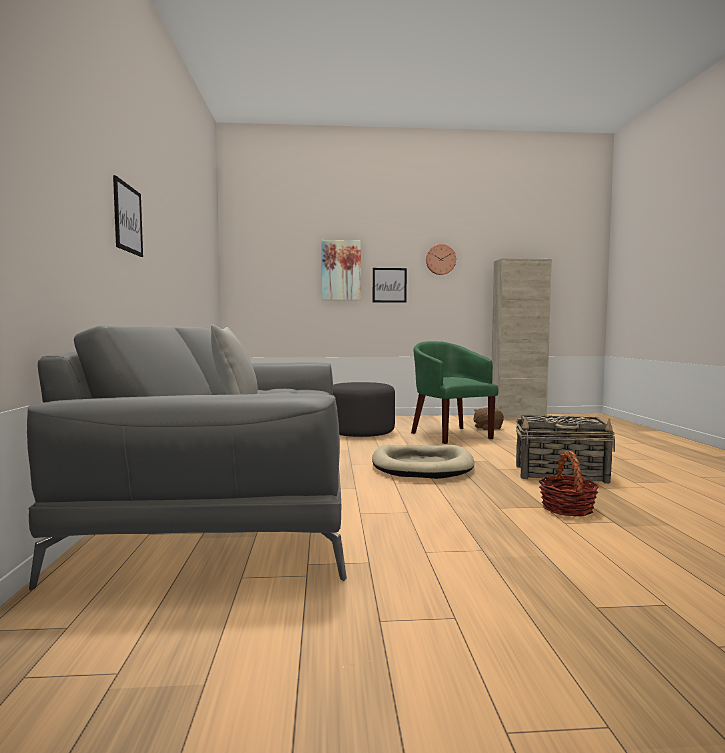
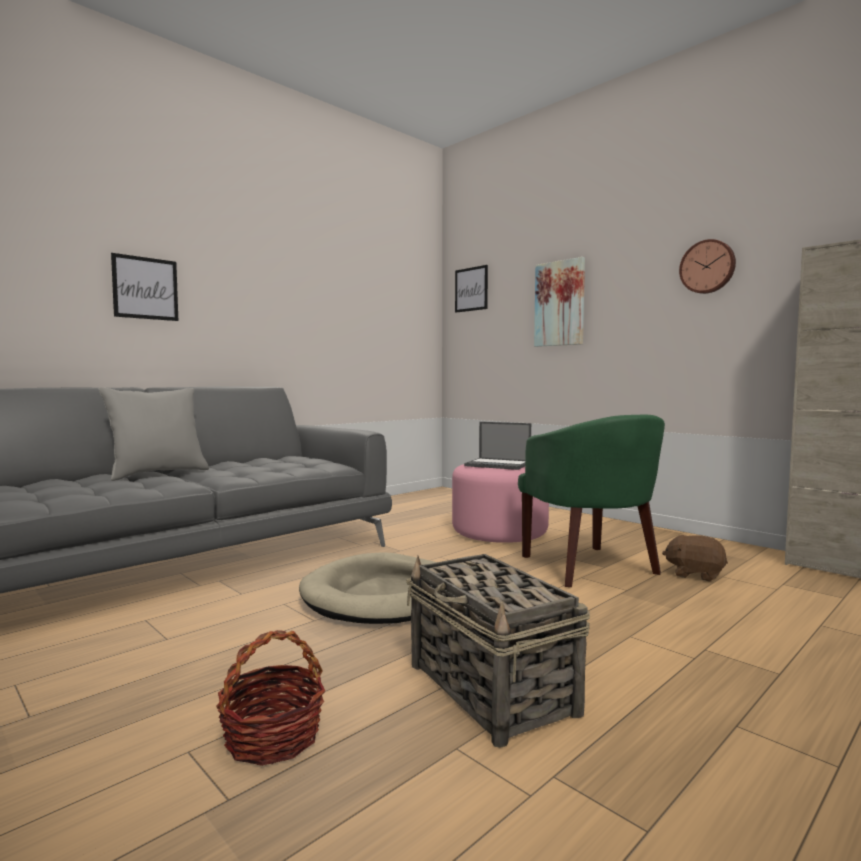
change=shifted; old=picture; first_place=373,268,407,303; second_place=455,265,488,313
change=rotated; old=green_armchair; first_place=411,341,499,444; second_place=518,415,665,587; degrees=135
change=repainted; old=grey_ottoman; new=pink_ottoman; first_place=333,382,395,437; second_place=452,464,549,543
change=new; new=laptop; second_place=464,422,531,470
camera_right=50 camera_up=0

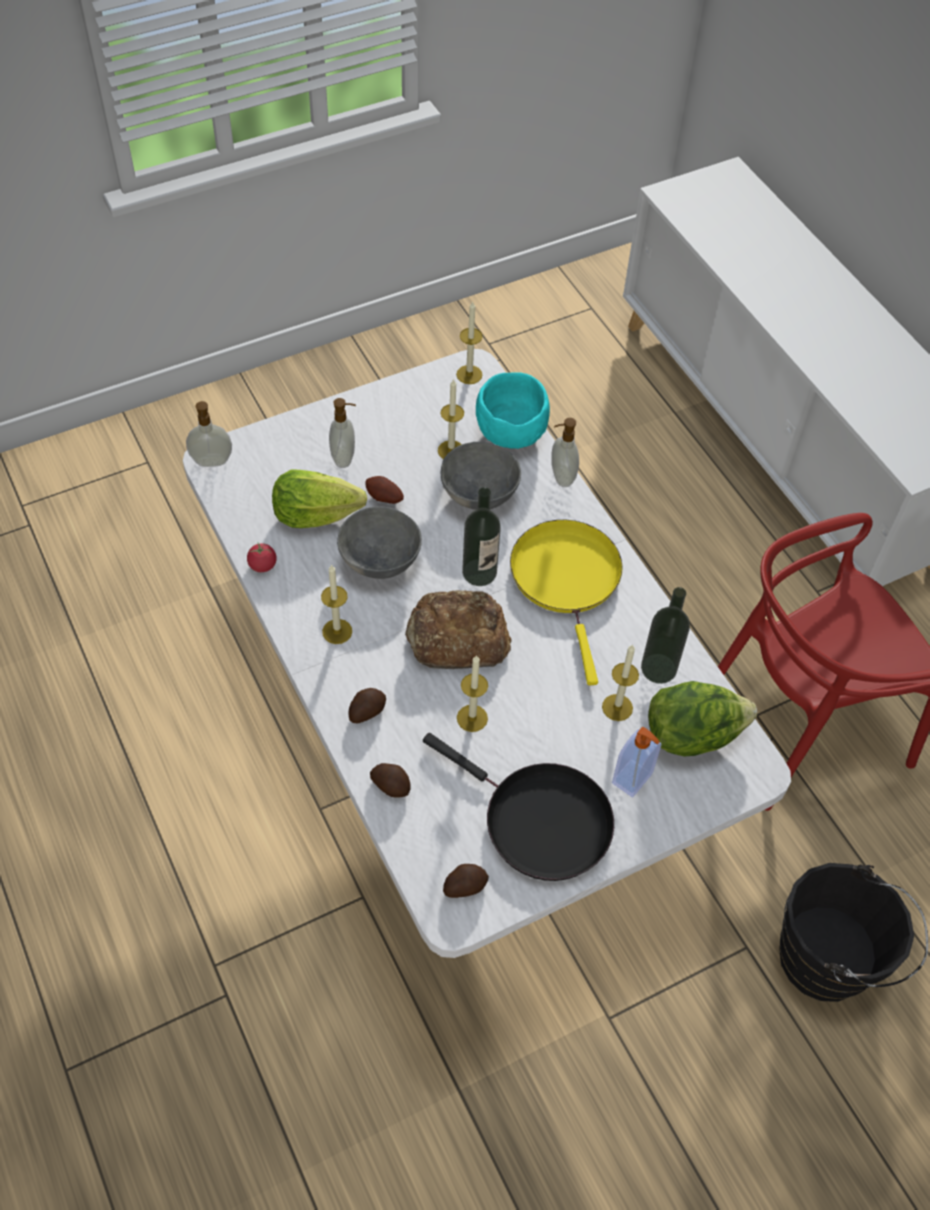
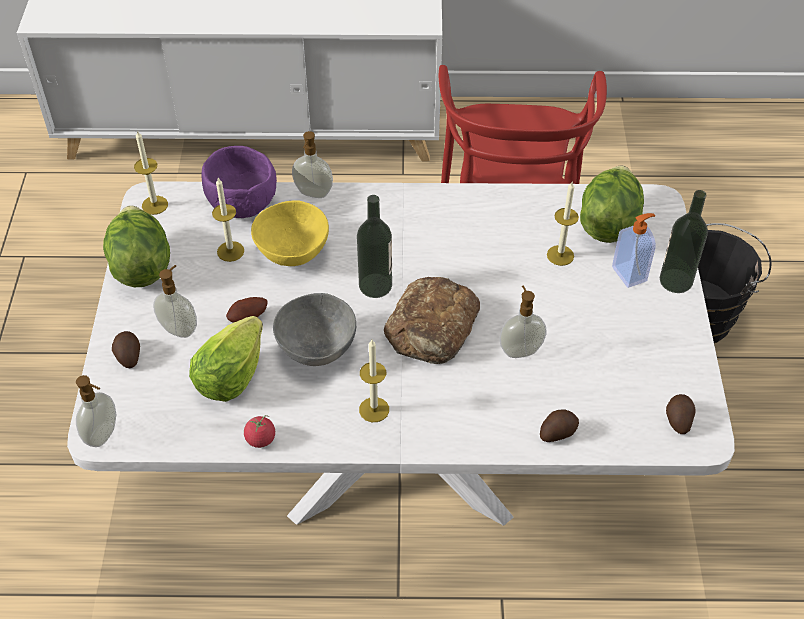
change=repainted; old=turquoise_bowl; new=purple_bowl; first_place=476,373,550,449; second_place=202,146,277,218
change=repainted; old=grey_bowl; new=yellow_bowl; first_place=441,442,521,510; second_place=251,200,329,266
change=gone; old=yellow_frying_pan; first_place=510,520,623,685
change=shifted; old=bottle; first_place=641,587,690,684; second_place=660,190,708,293
change=swapped; old=candle; new=soap_dispenser; first_place=457,655,488,732; second_place=499,285,546,358
change=shifted; old=potato; first_place=349,688,386,724; second_place=112,331,140,368
change=gone; old=black_frying_pan; first_place=423,733,614,881
change=new; new=lettuce; second_place=103,205,170,287
camera_right=-60 camera_up=-5

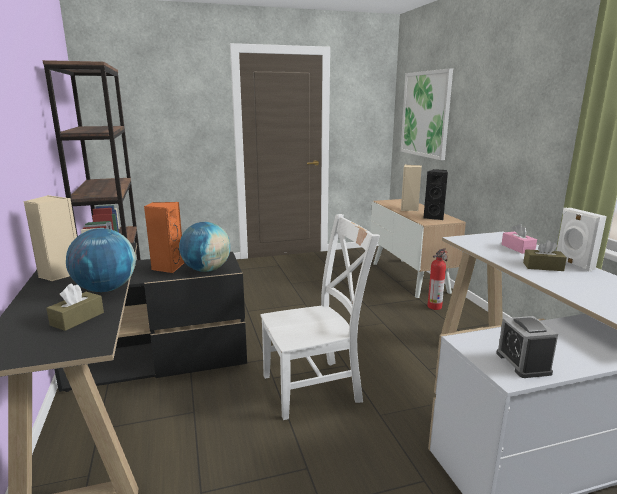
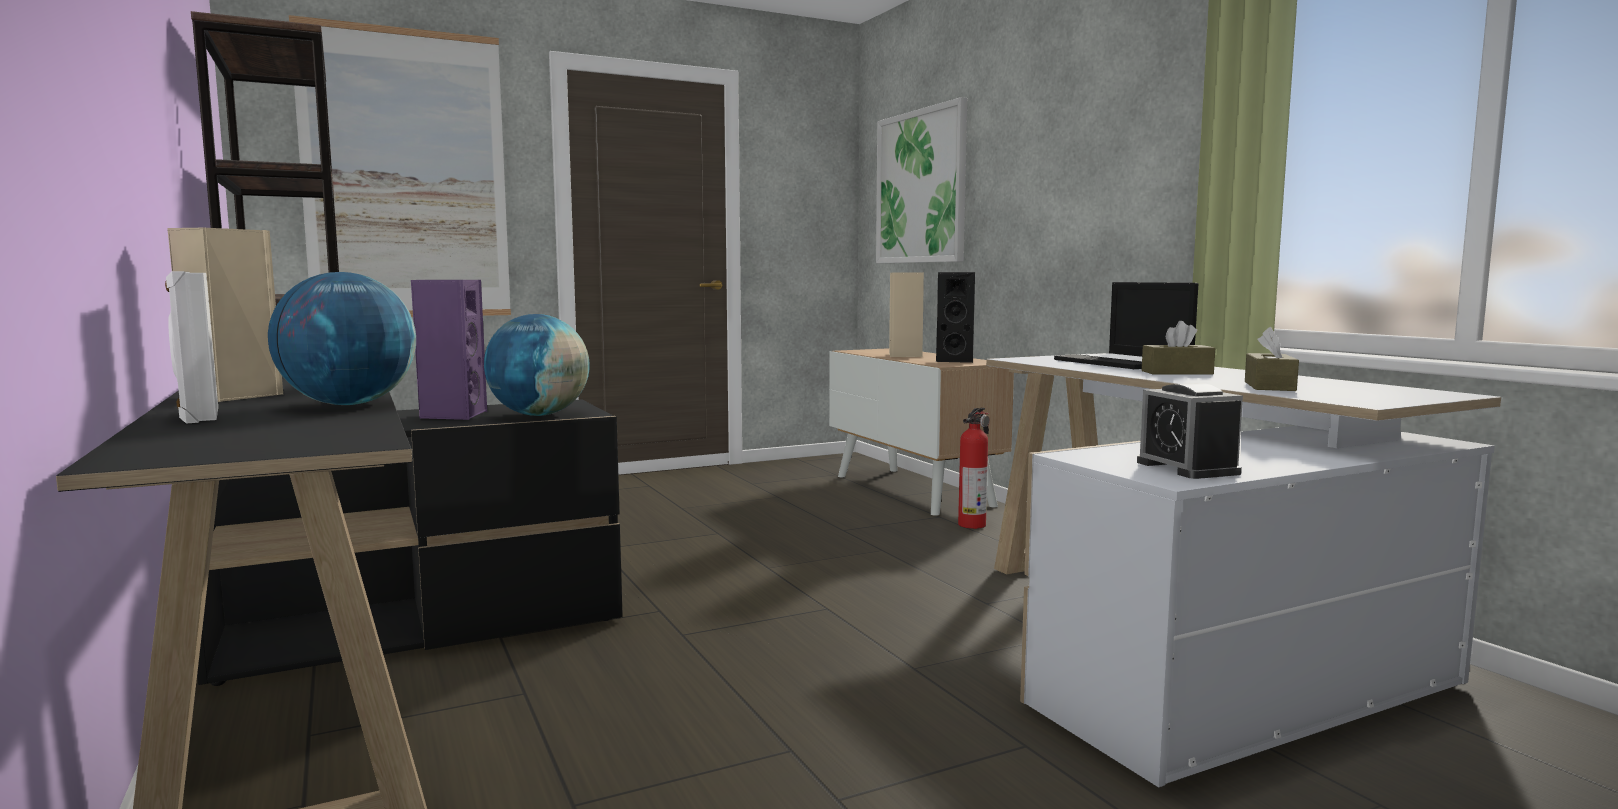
change=repainted; old=orange_speaker; new=purple_speaker; first_place=144,202,184,273; second_place=411,280,487,420
change=shifted; old=white_speaker; first_place=557,208,607,272; second_place=165,271,218,424
change=gone; old=white_chair; first_place=261,214,380,420
change=swapped; old=pink_tissue_box; new=laptop; first_place=501,224,537,254; second_place=1054,282,1198,369
change=shifted; old=brown_tissue_box; first_place=46,283,104,331; second_place=1245,327,1299,391
change=new; new=picture; second_place=289,15,511,317
camera_right=-10 camera_up=-10

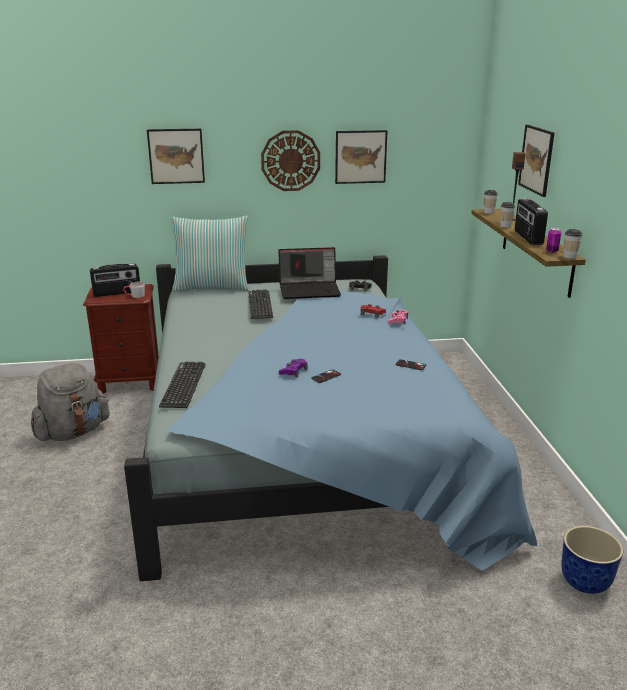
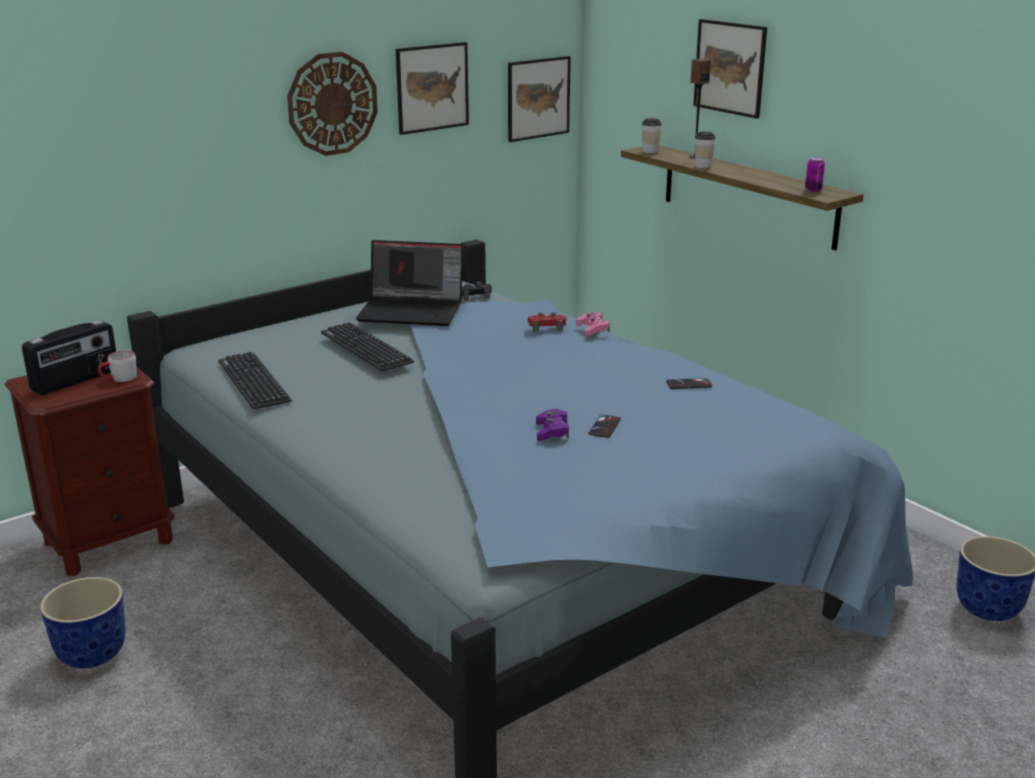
change=shifted; old=picture; first_place=147,129,205,184; second_place=508,56,571,142
change=gone; old=radio; first_place=515,199,548,245
change=gone; old=pillow; first_place=171,216,249,292
change=gone; old=cup; first_place=563,229,582,259
change=rotated; old=laptop; first_place=278,247,341,299; second_place=356,240,463,326; degrees=45
change=shifted; old=keyboard; first_place=159,362,206,408; second_place=218,352,292,409
change=swapped; old=grey_backpack; new=planter; first_place=31,363,110,441; second_place=40,577,126,669
camera_right=-30 camera_up=0

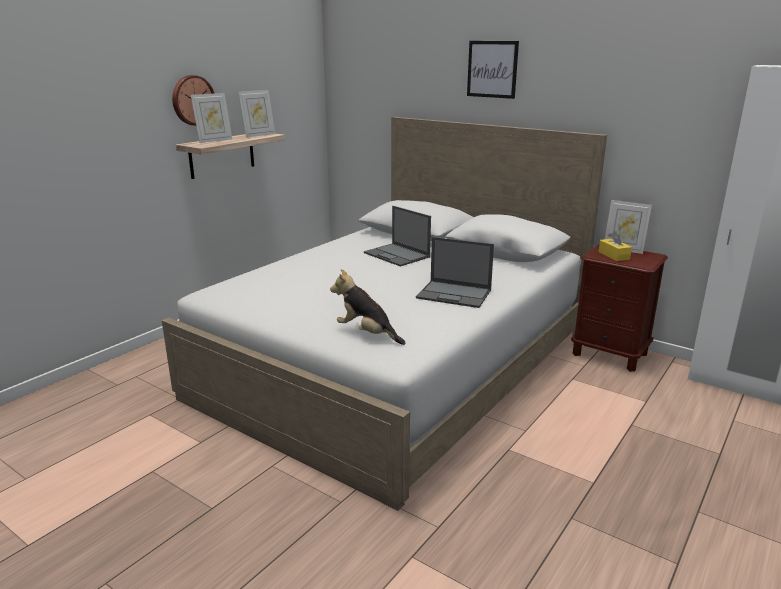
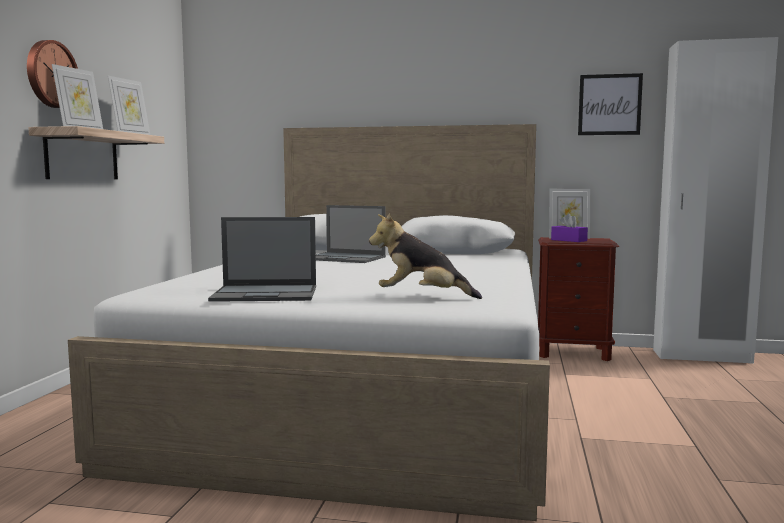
change=shifted; old=picture; first_place=467,41,519,99; second_place=578,73,643,135
change=repainted; old=yellow_tissue_box; new=purple_tissue_box; first_place=599,231,632,261; second_place=551,214,588,242
change=shifted; old=laptop; first_place=416,237,494,308; second_place=208,217,316,302
camera_right=-25 camera_up=-15

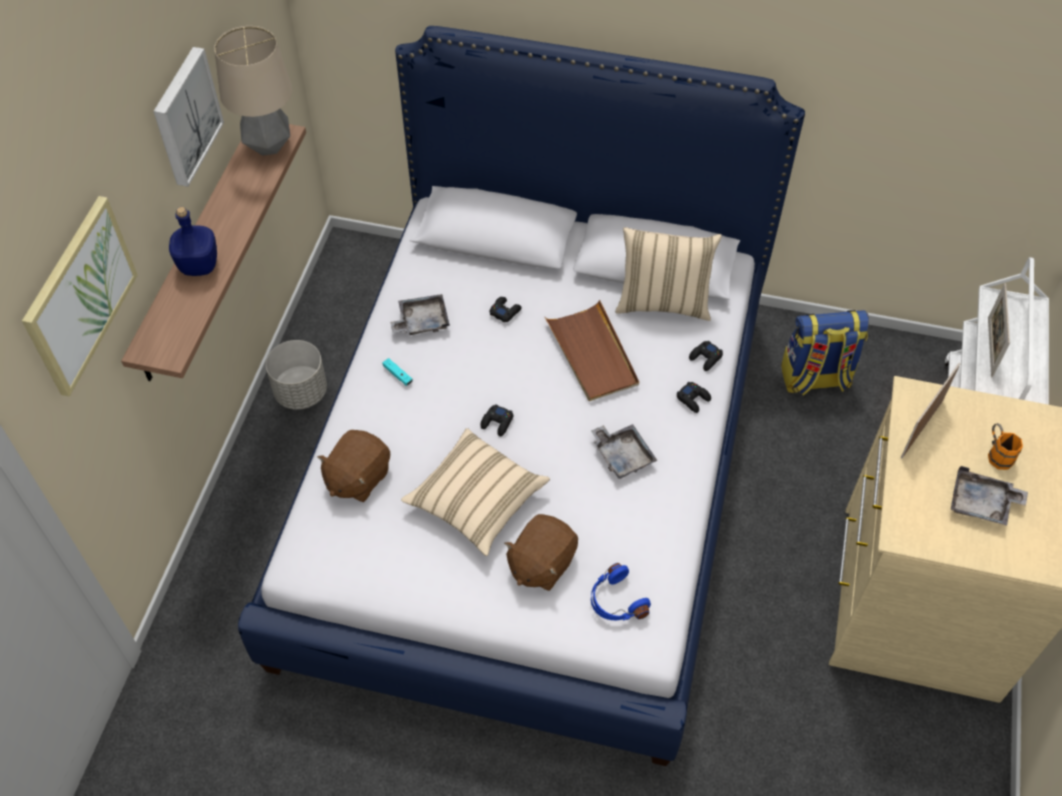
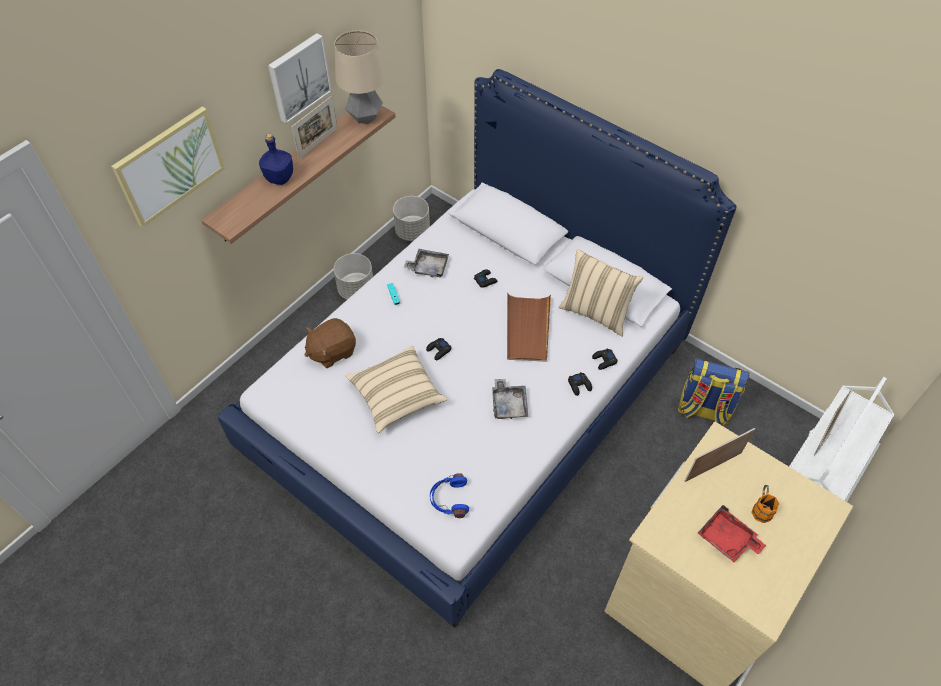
change=repainted; old=grey_tray; new=red_tray; first_place=950,466,1028,525; second_place=698,505,766,563
change=gone; old=brown_plush_toy; first_place=504,514,578,591
change=new; new=picture_frame; second_place=292,96,337,159
change=new; new=grey_planter; second_place=393,196,430,241
camera_right=25 camera_up=0

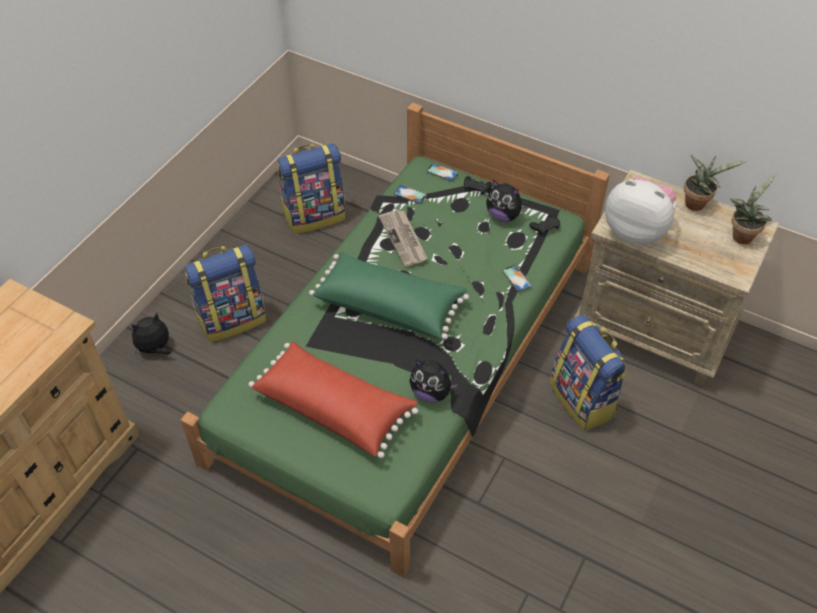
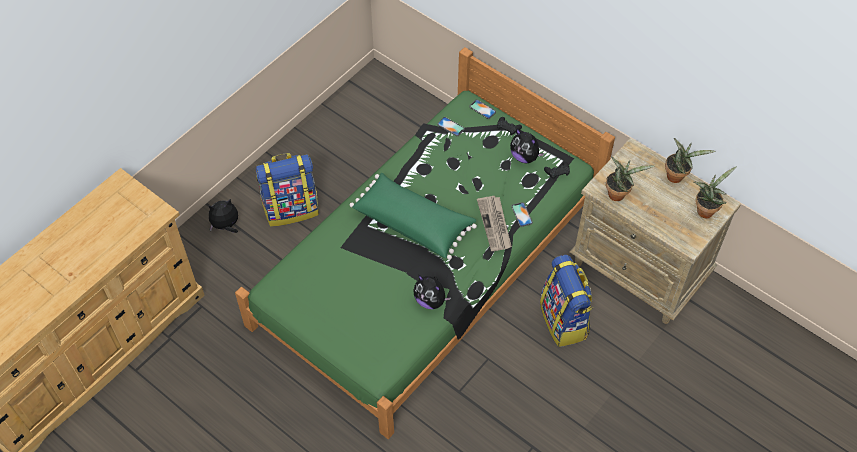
change=gone; old=backpack; first_place=277,143,346,234
change=swapped; old=plush_toy; new=potted_plant; first_place=605,177,677,244; second_place=606,157,655,201
change=shifted; old=newspaper; first_place=379,210,427,267; second_place=477,196,512,251
change=gone; old=red_pillow; first_place=248,341,418,458
camera_right=10 camera_up=5

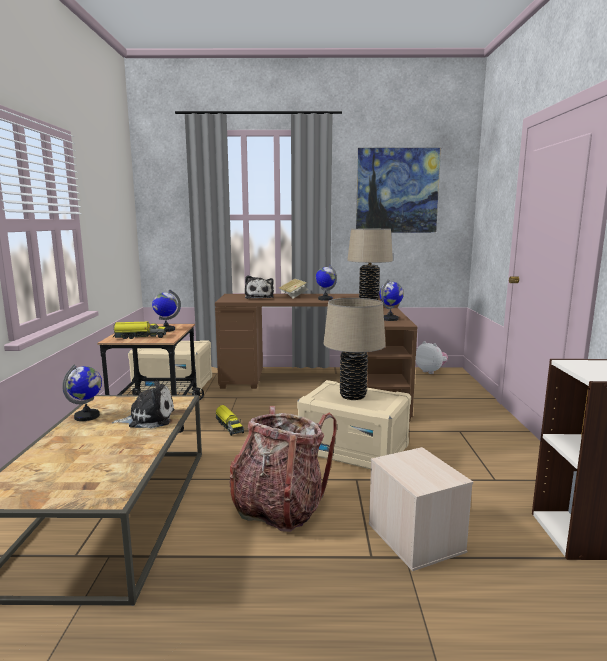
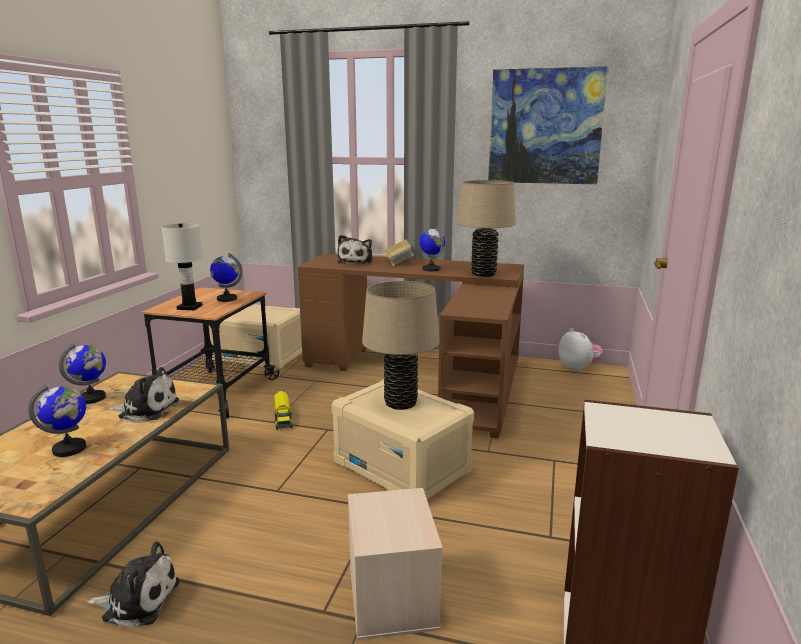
change=shifted; old=globe; first_place=379,279,404,321; second_place=28,385,86,457
change=swapped; old=toy_truck; new=white_table_lamp; first_place=113,322,166,339; second_place=161,223,203,310
change=gone; old=backpack; first_place=229,406,337,532
change=new; new=plush_toy; second_place=87,541,180,628
camera_right=15 camera_up=5

